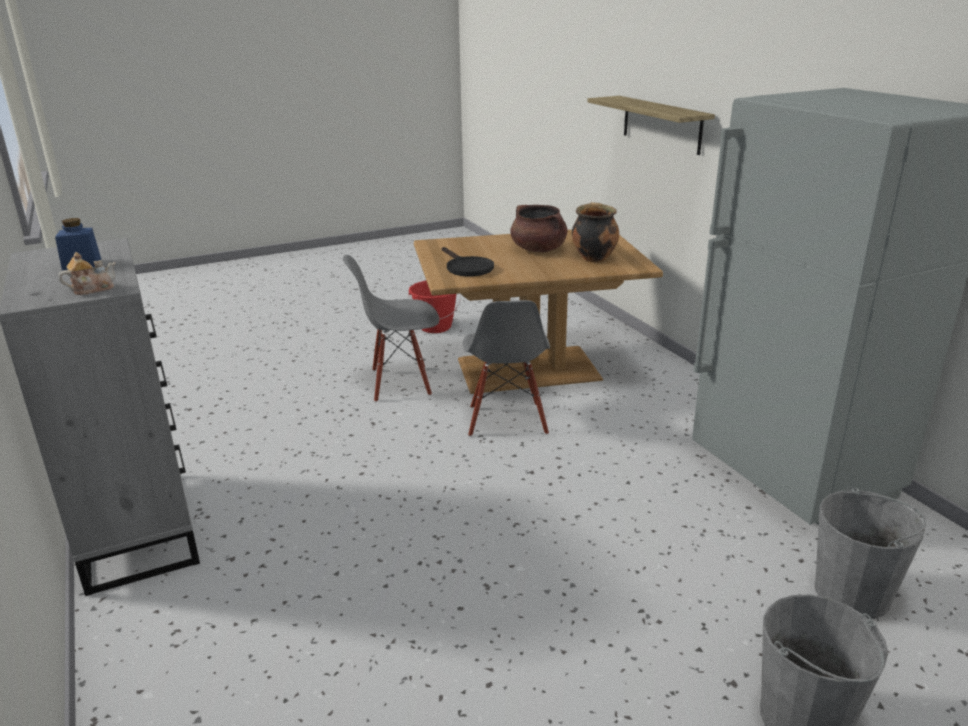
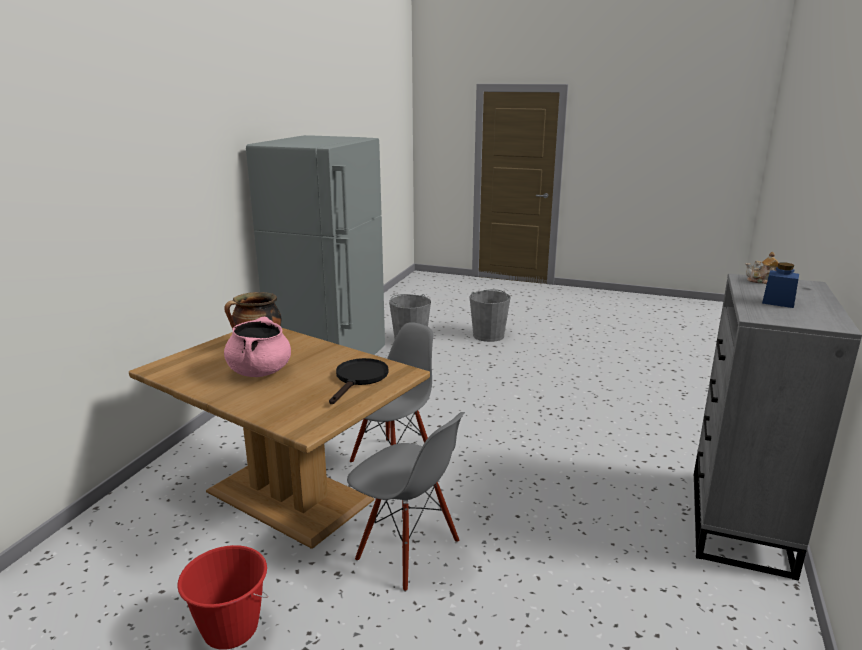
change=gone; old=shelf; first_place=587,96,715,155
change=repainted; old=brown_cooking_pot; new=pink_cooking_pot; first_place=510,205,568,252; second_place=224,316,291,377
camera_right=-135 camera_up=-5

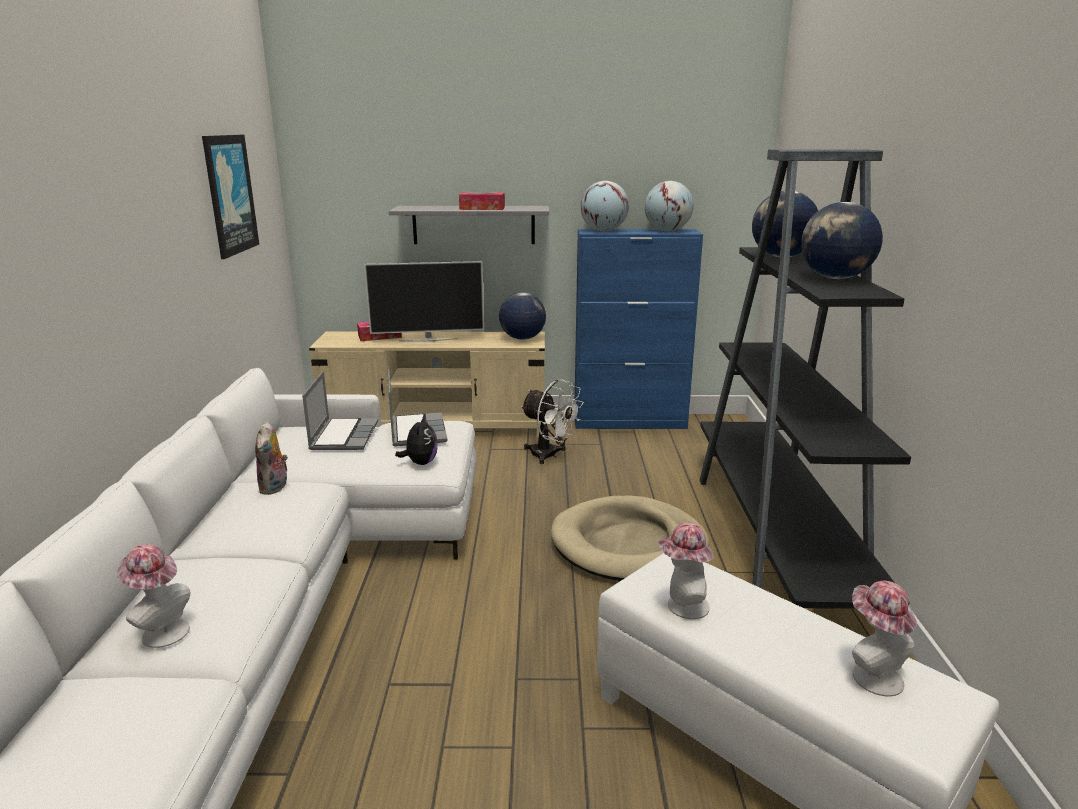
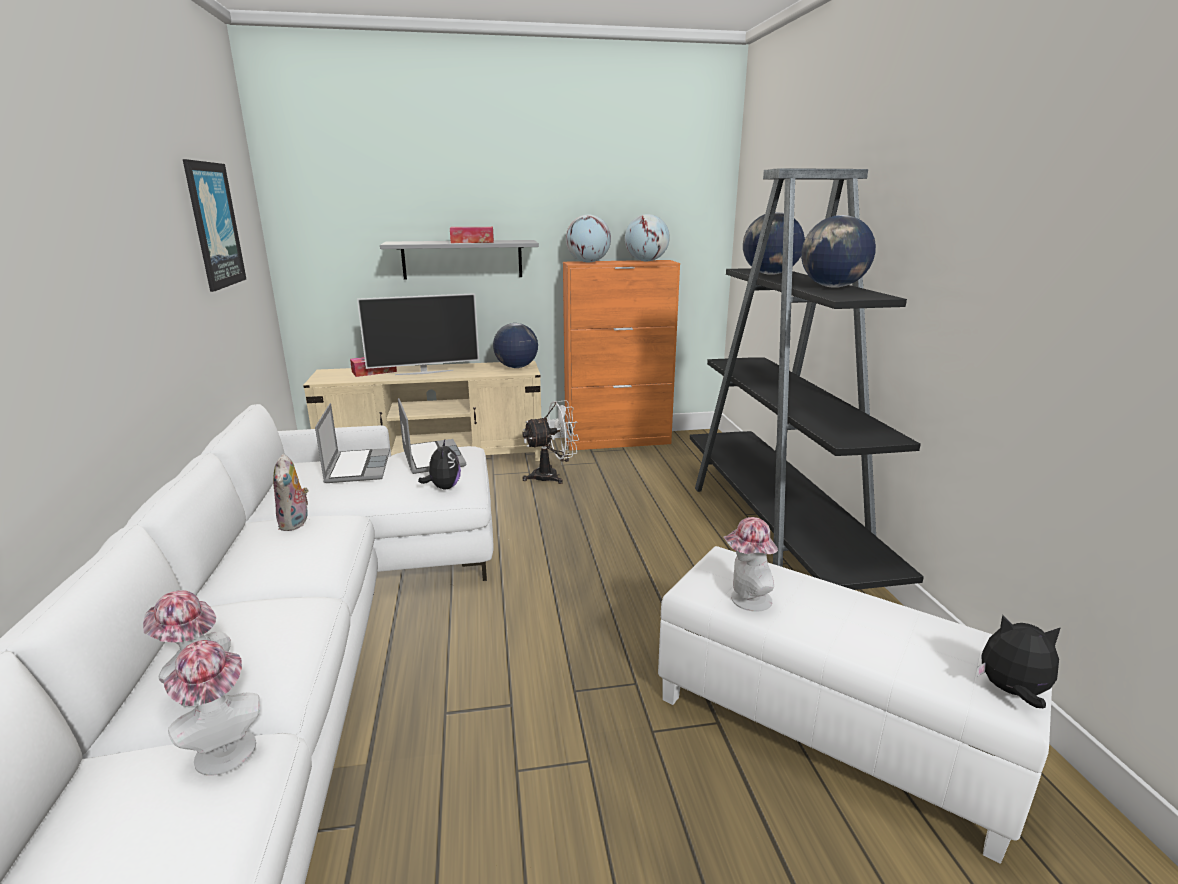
change=repainted; old=blue_cabinet; new=orange_cabinet; first_place=575,229,703,429; second_place=563,260,680,451
change=rotated; old=white_fan; first_place=521,379,584,464; second_place=522,400,579,484; degrees=-45
change=gone; old=beige_dog_bed; first_place=551,496,709,581
change=shifted; old=hat; first_place=852,581,917,696; second_place=164,640,260,776
change=new; new=plush_toy; second_place=977,615,1061,708
camera_right=-10 camera_up=0

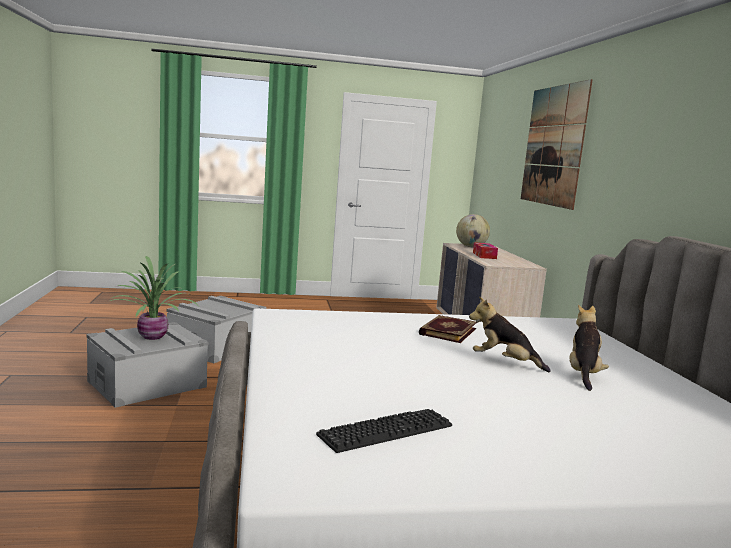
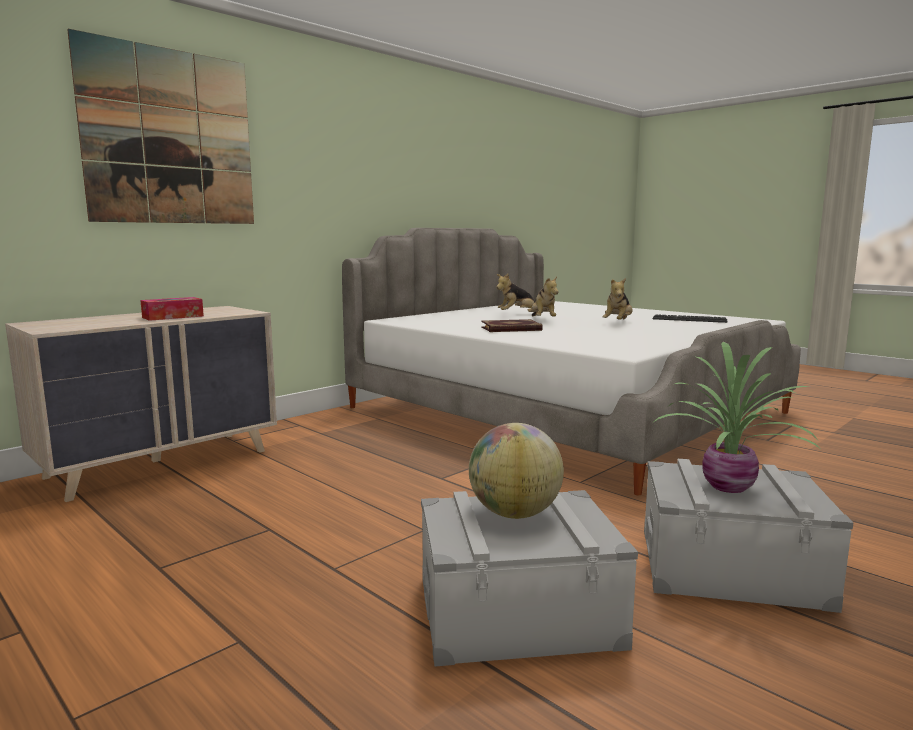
change=shifted; old=globe; first_place=456,214,490,247; second_place=469,423,564,519
change=new; new=plush_toy; second_place=603,278,632,320
camera_right=-125 camera_up=0

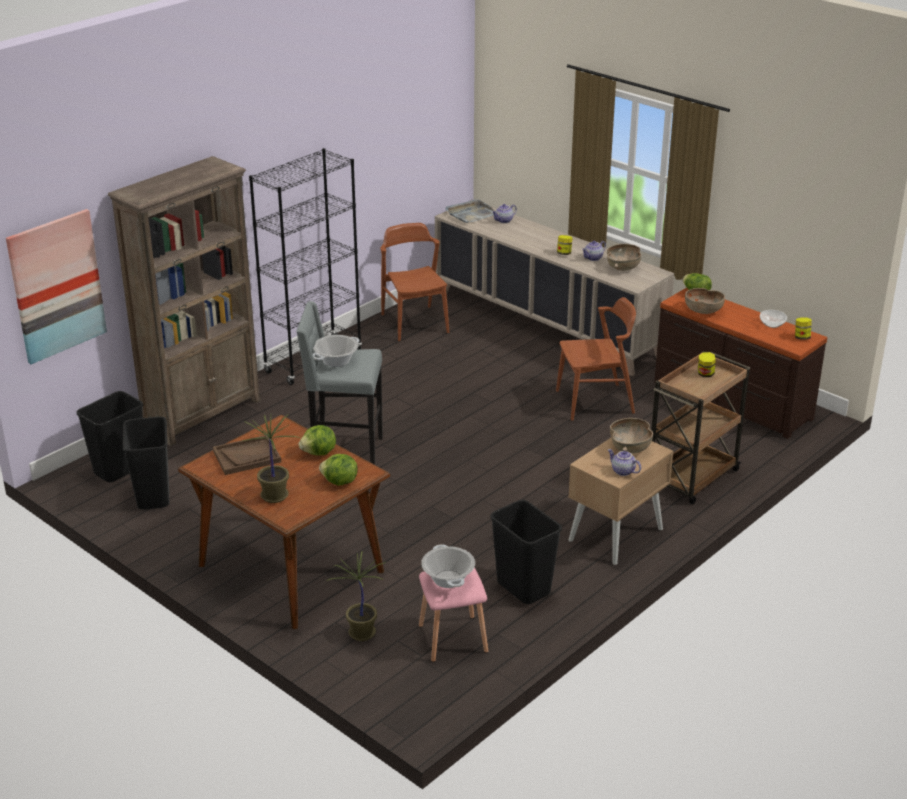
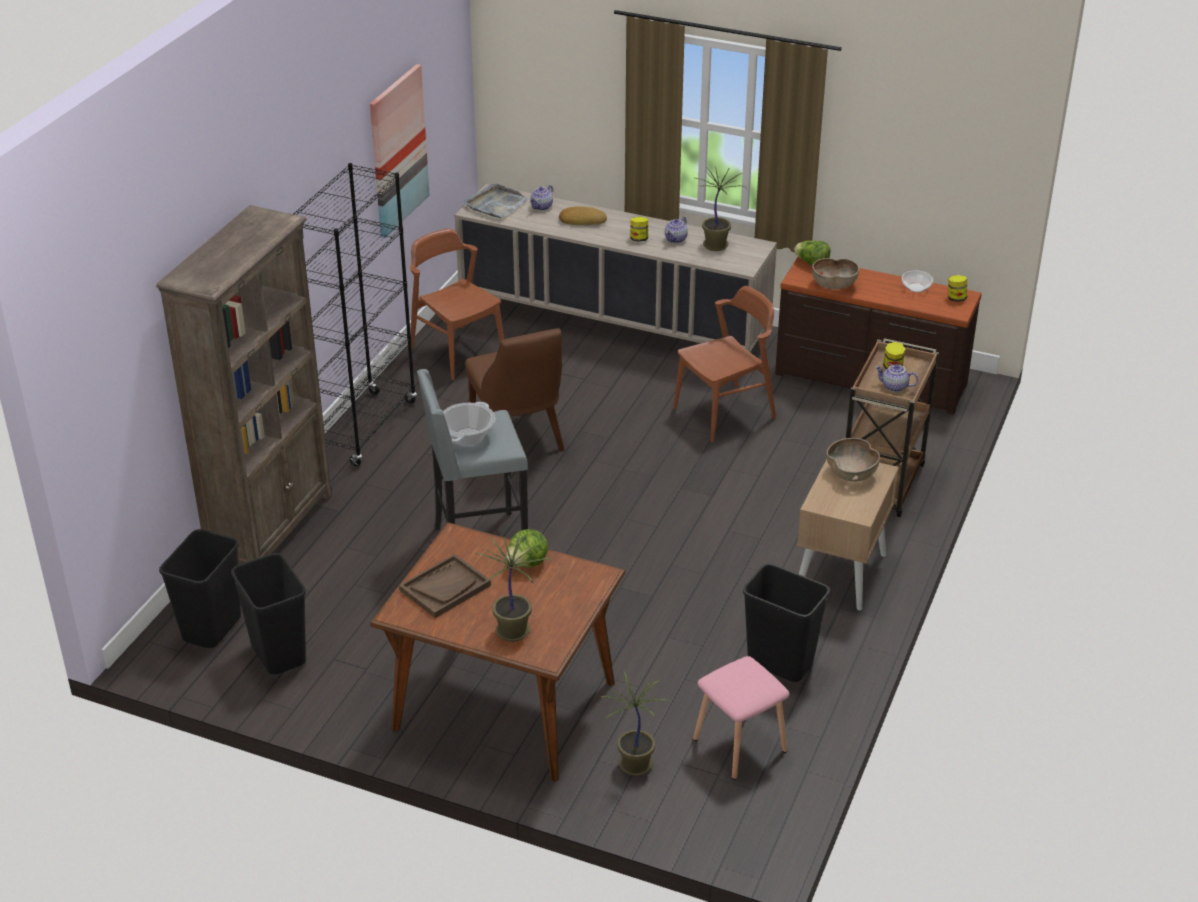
change=shifted; old=picture; first_place=6,209,107,364; second_place=370,64,429,238
change=swapped; old=brown_bowl; new=potted_plant; first_place=607,244,641,271; second_place=693,167,747,251
change=shifted; old=teapot; first_place=608,449,641,476; second_place=875,364,918,392
change=gone; old=lettuce; first_place=319,454,358,486
change=gone; old=cooking_pot; first_place=421,545,475,588
change=new; new=bread; second_place=559,206,607,225
change=new; new=brown_chair; second_place=465,328,565,452
camera_right=-20 camera_up=5

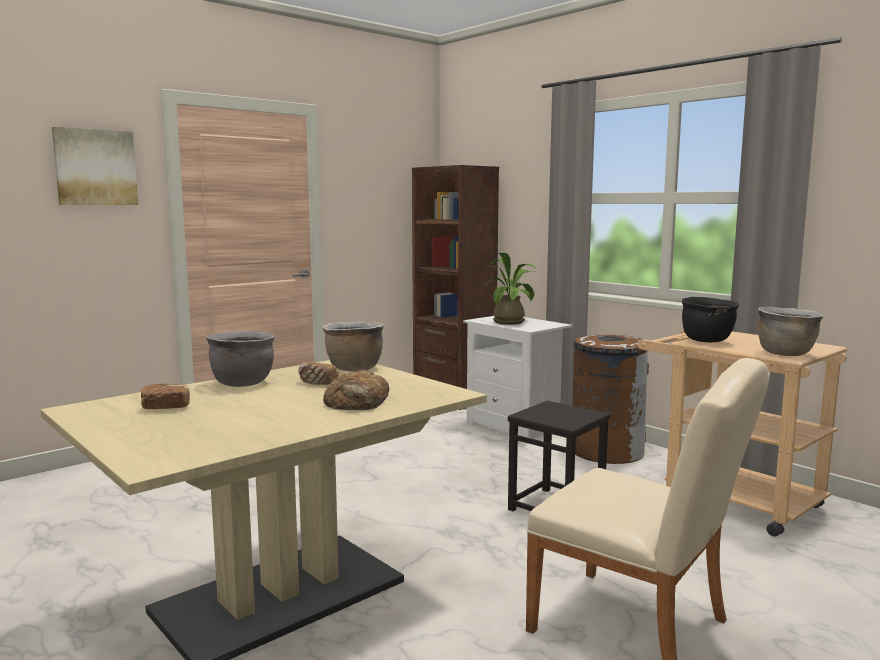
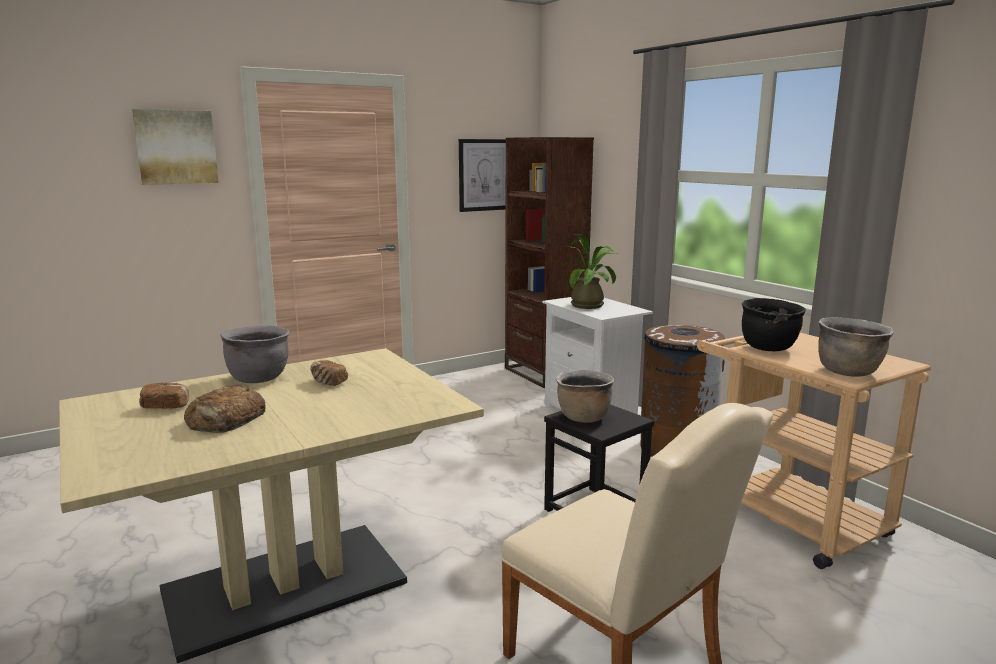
change=shifted; old=brown_cooking_pot; first_place=322,321,384,371; second_place=556,370,614,423
change=shifted; old=bread; first_place=323,369,389,410; second_place=184,384,266,433
change=new; new=picture; second_place=459,139,506,212
camera_right=10 camera_up=5

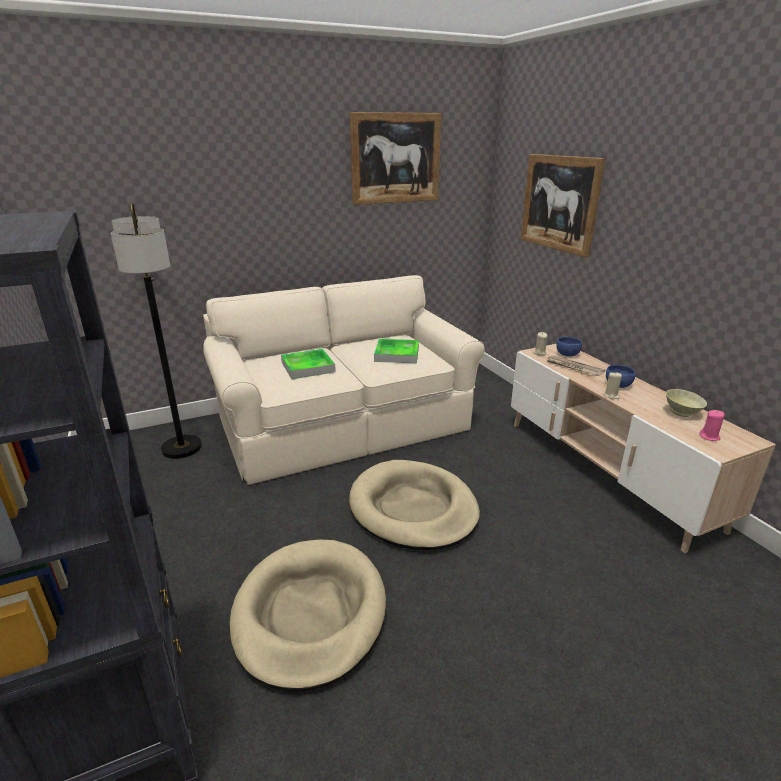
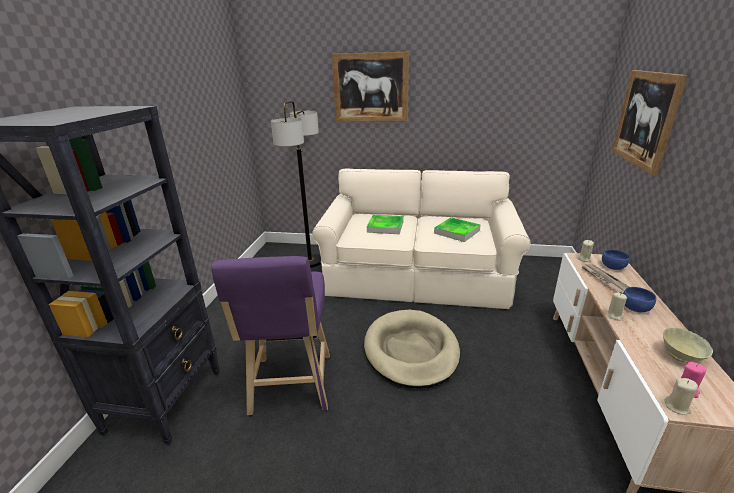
change=shifted; old=picture; first_place=350,112,441,205; second_place=332,52,409,122
change=swapped; old=beige_dog_bed; new=purple_stool; first_place=230,540,386,691; second_place=211,256,330,415
change=new; new=beige_candle; second_place=665,378,698,415
camera_right=35 camera_up=0

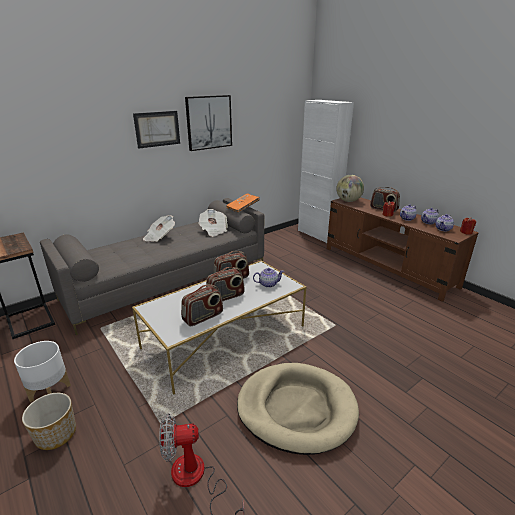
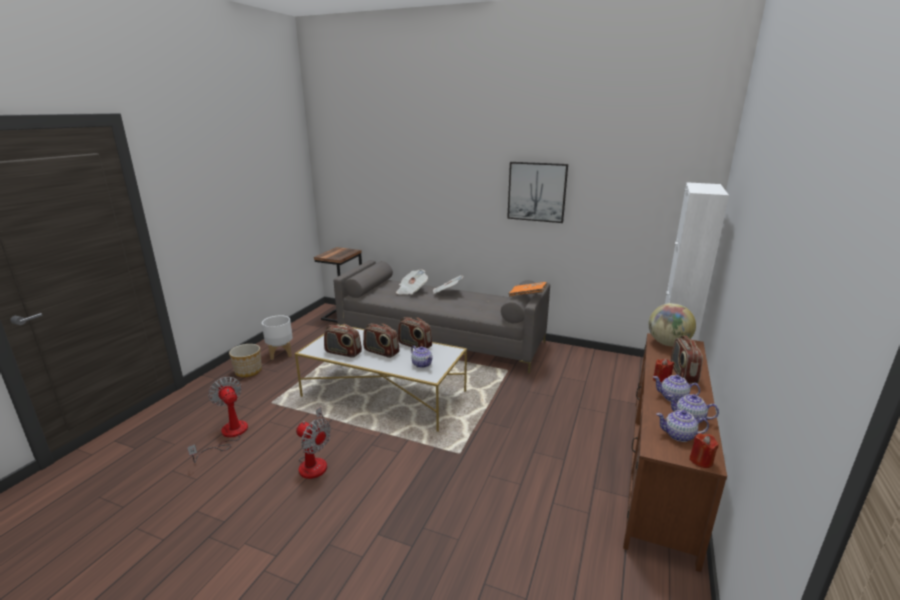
change=gone; old=picture; first_place=133,111,180,149
change=shifted; old=newspaper; first_place=198,209,228,237; second_place=396,269,428,295
change=swapped; old=beige_dog_bed; new=fan; first_place=237,363,359,455; second_place=296,407,331,479
camera_right=60 camera_up=-5

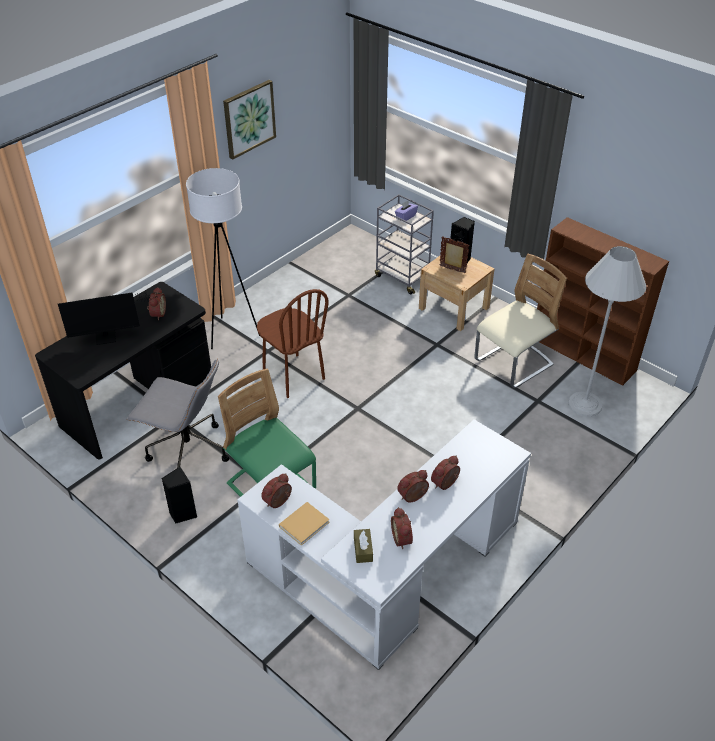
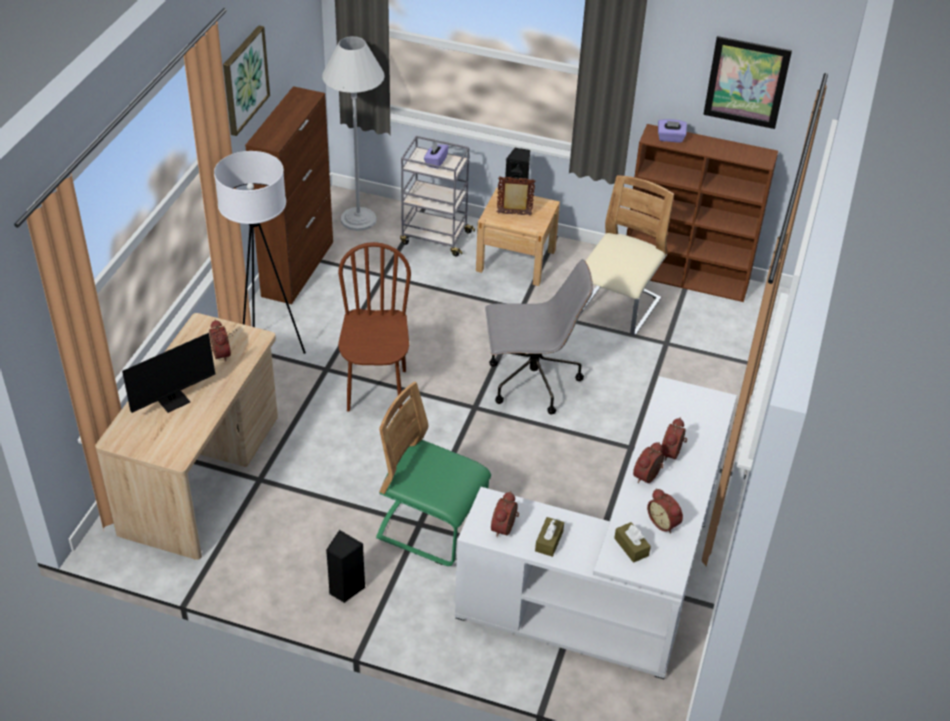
change=shifted; old=white_floor_lamp; first_place=568,246,646,417; second_place=322,36,385,231
change=repainted; old=black_desk; new=beige_desk; first_place=35,282,211,460; second_place=95,313,278,560
change=rotated; old=brown_chair; first_place=257,289,329,398; second_place=338,242,411,412; degrees=-120
change=shifted; old=grey_office_chair; first_place=127,359,229,468; second_place=485,259,593,414
change=swapped; old=beige_book; new=brown_tissue_box; first_place=279,502,330,546; second_place=535,517,564,557
change=new; new=picture; second_place=703,36,792,129
change=new; new=brown_cabinet; second_place=245,86,333,305
change=new; new=purple_tissue_box; second_place=658,119,687,143
camera_right=-25 camera_up=0

